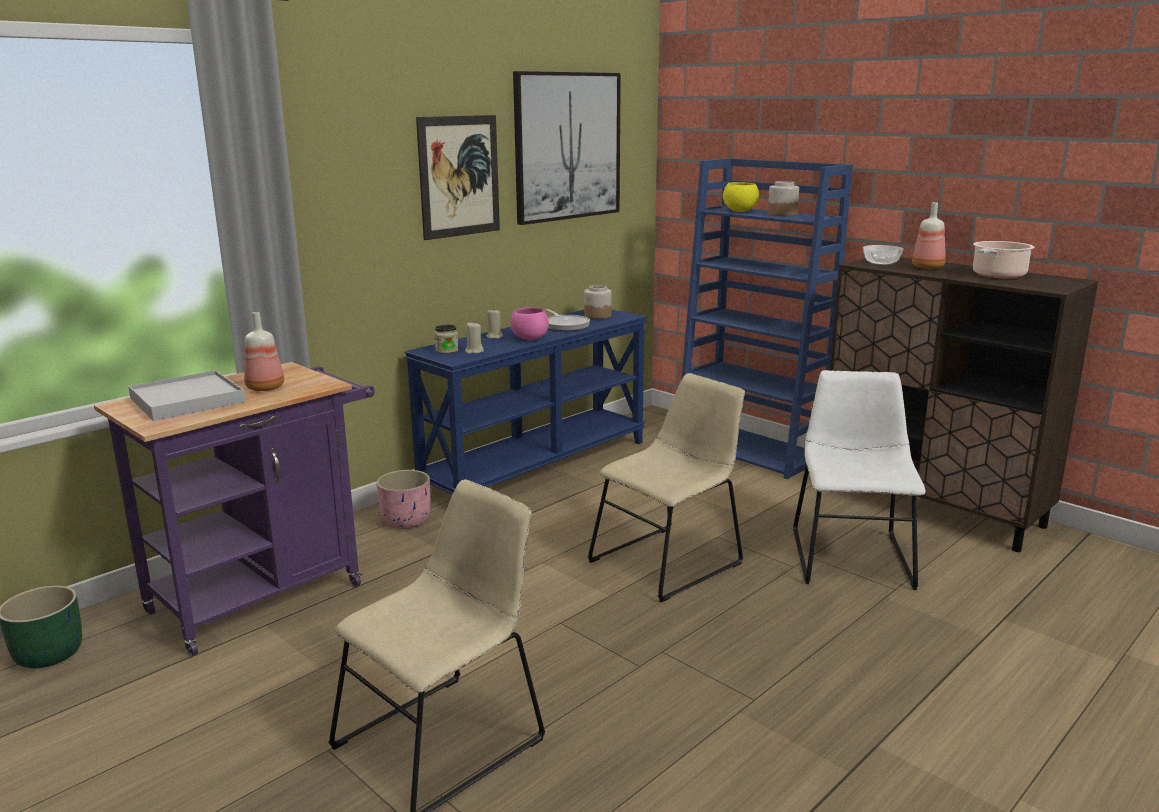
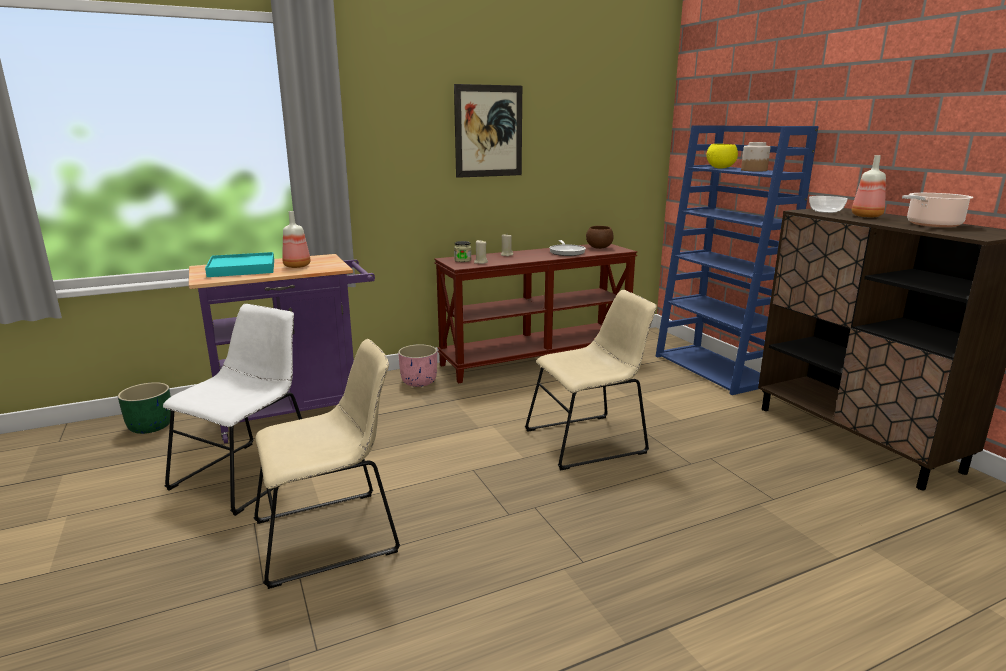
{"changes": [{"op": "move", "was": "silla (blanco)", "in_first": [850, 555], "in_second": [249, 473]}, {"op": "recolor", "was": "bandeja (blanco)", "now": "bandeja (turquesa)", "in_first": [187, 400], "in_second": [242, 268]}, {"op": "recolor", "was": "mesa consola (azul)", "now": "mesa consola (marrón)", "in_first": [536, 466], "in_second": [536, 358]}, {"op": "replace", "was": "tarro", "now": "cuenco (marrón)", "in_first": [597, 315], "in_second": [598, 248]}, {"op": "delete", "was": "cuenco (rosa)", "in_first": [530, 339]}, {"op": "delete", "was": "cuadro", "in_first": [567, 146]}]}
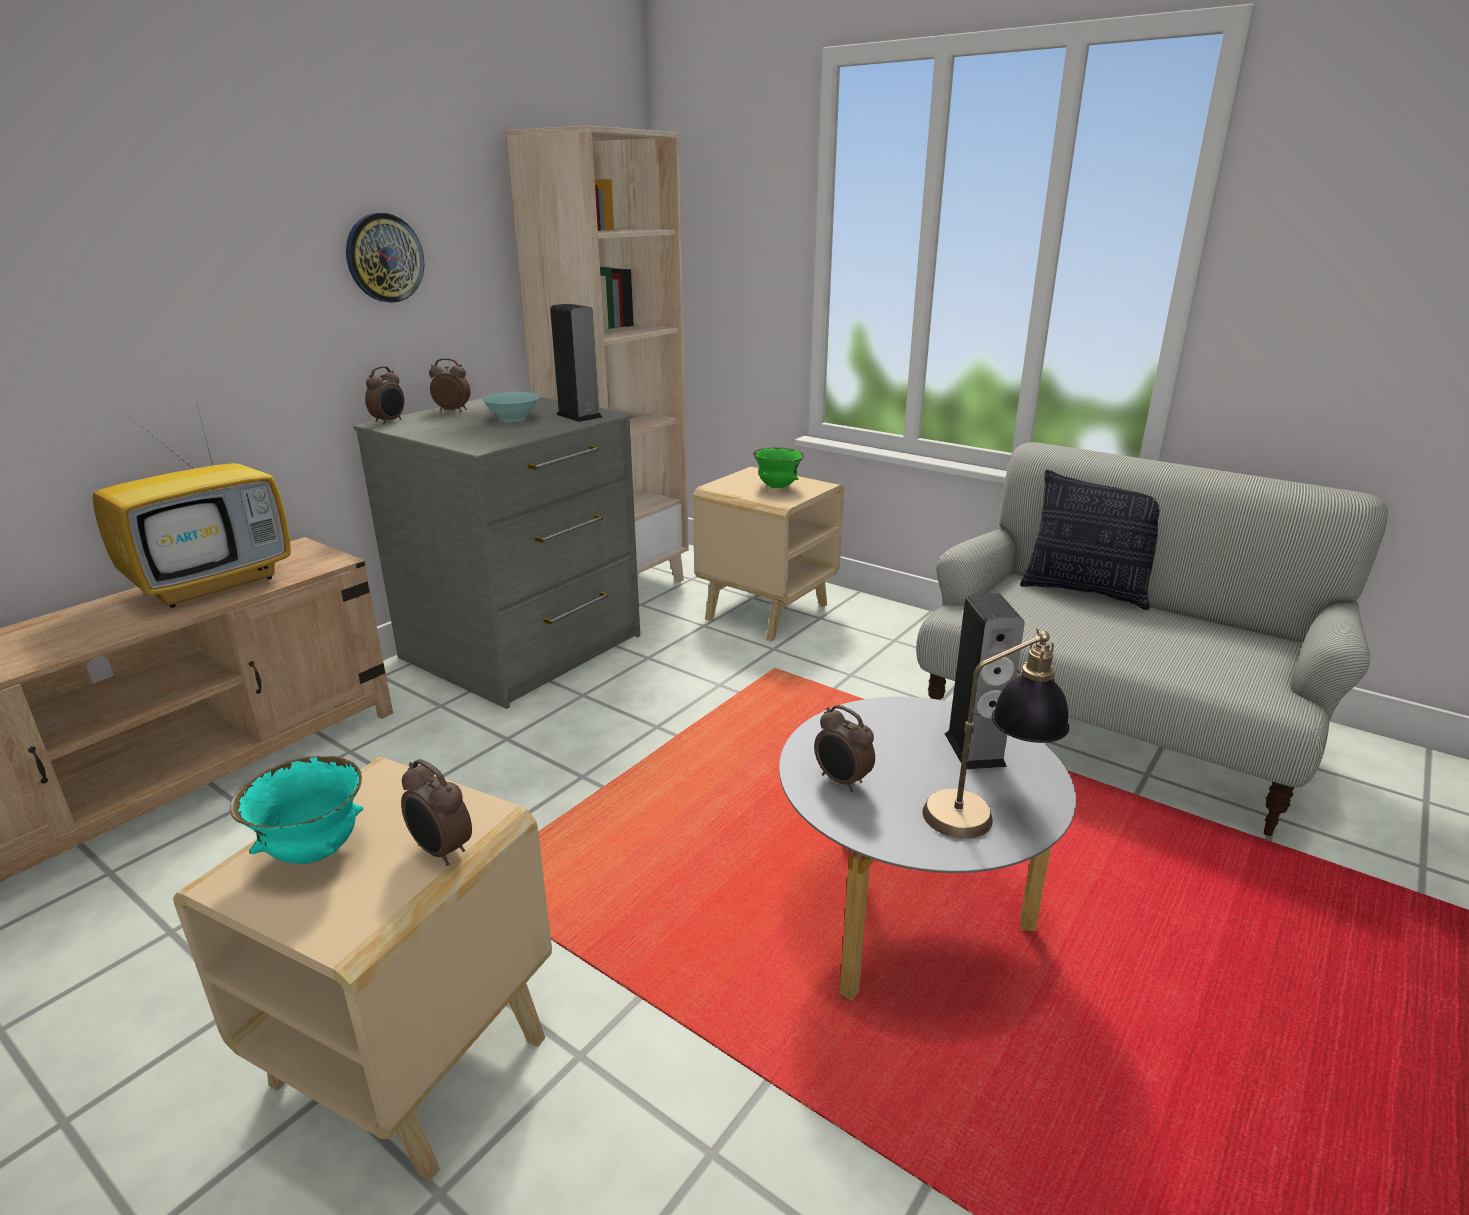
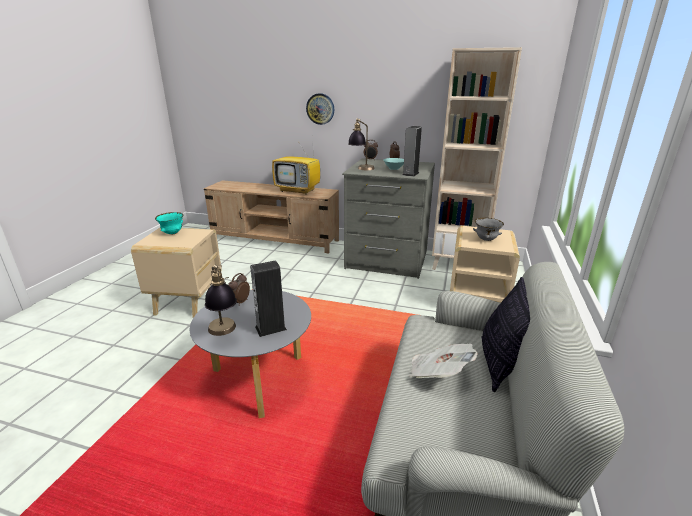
{"changes": [{"op": "move", "was": "reloj de pared", "in_first": [384, 258], "in_second": [320, 109]}, {"op": "insert", "now": "lámpara de mesa", "in_second": [361, 169]}, {"op": "insert", "now": "periódico", "in_second": [438, 373]}, {"op": "recolor", "was": "cuenco (verde)", "now": "cuenco (gris)", "in_first": [777, 487], "in_second": [486, 240]}, {"op": "delete", "was": "despertador", "in_first": [441, 851]}]}
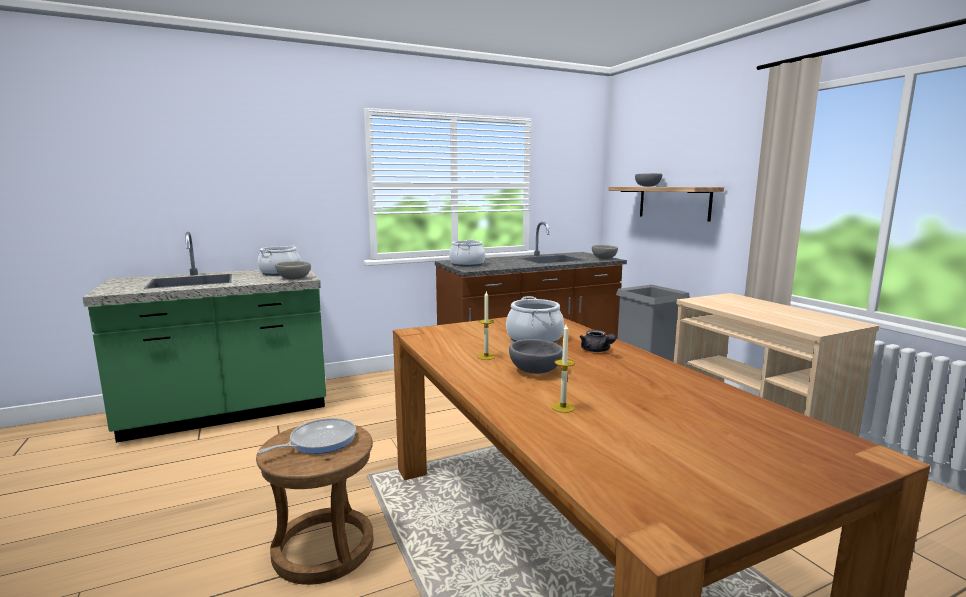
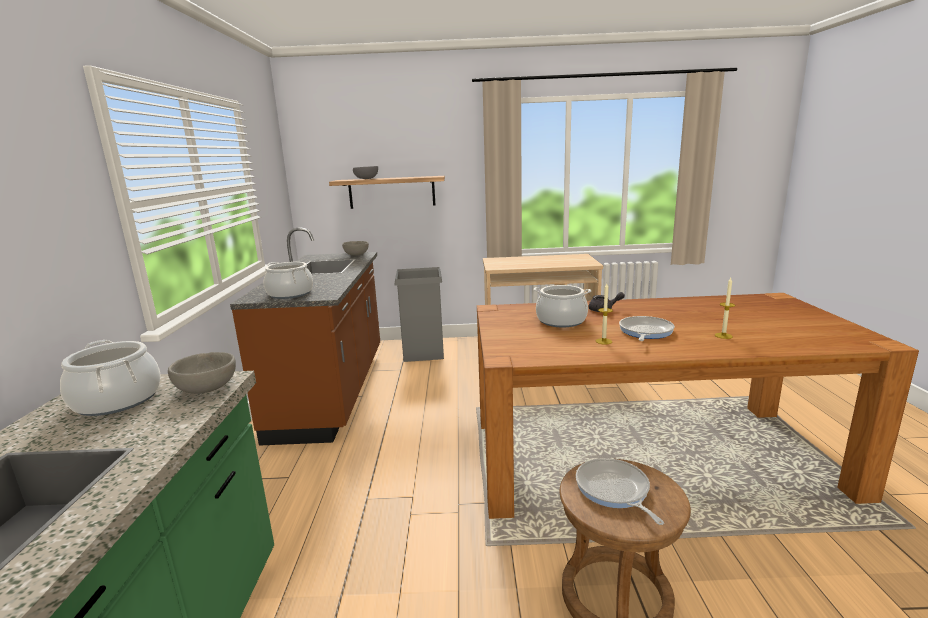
{"changes": [{"op": "replace", "was": "cuenco (gris)", "now": "sartén", "in_first": [534, 370], "in_second": [645, 332]}]}
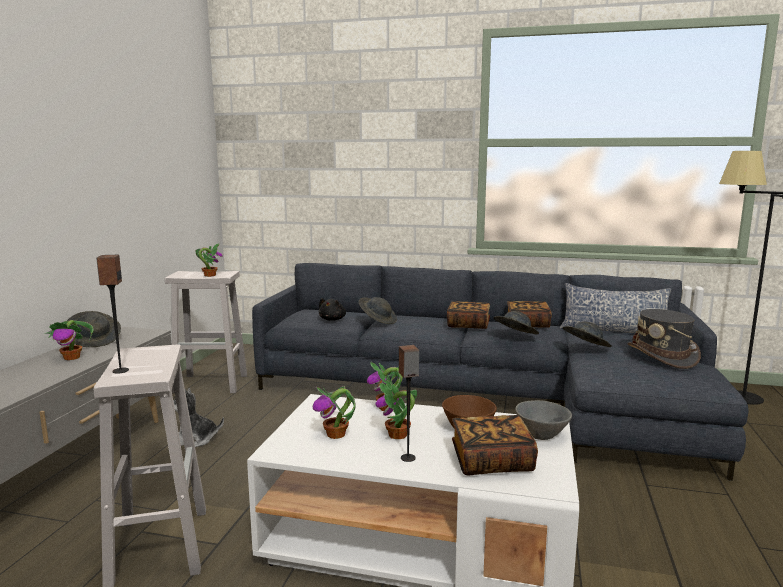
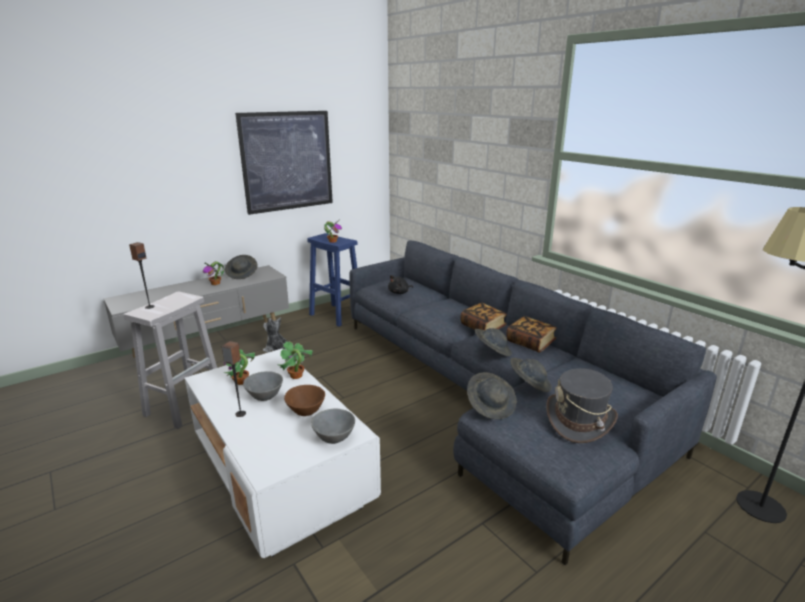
{"changes": [{"op": "insert", "now": "cuadro", "in_second": [287, 161]}, {"op": "replace", "was": "planta en maceta", "now": "cuenco (gris)", "in_first": [398, 435], "in_second": [264, 397]}, {"op": "recolor", "was": "taburete (blanco)", "now": "taburete (azul)", "in_first": [212, 383], "in_second": [337, 315]}, {"op": "move", "was": "sombrero (gris)", "in_first": [378, 320], "in_second": [491, 406]}, {"op": "delete", "was": "libro", "in_first": [491, 462]}, {"op": "delete", "was": "cojín", "in_first": [613, 331]}]}
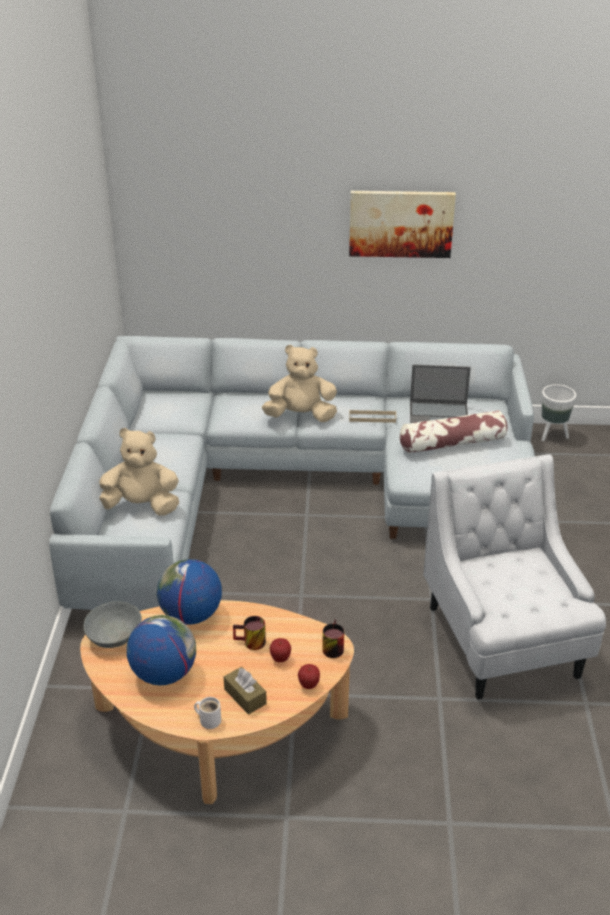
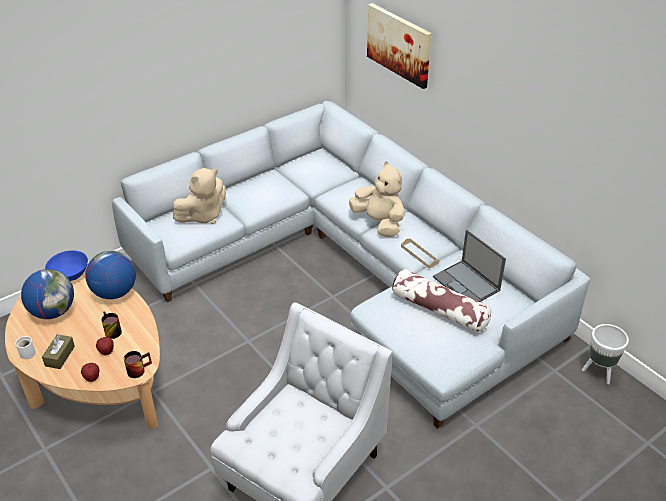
{"changes": [{"op": "recolor", "was": "cuenco (gris)", "now": "cuenco (azul)", "in_first": [114, 636], "in_second": [70, 274]}, {"op": "rotate", "was": "peluche (beis)", "in_first": [140, 506], "in_second": [203, 215], "clockwise": 90}, {"op": "move", "was": "cuadro", "in_first": [401, 223], "in_second": [399, 44]}]}
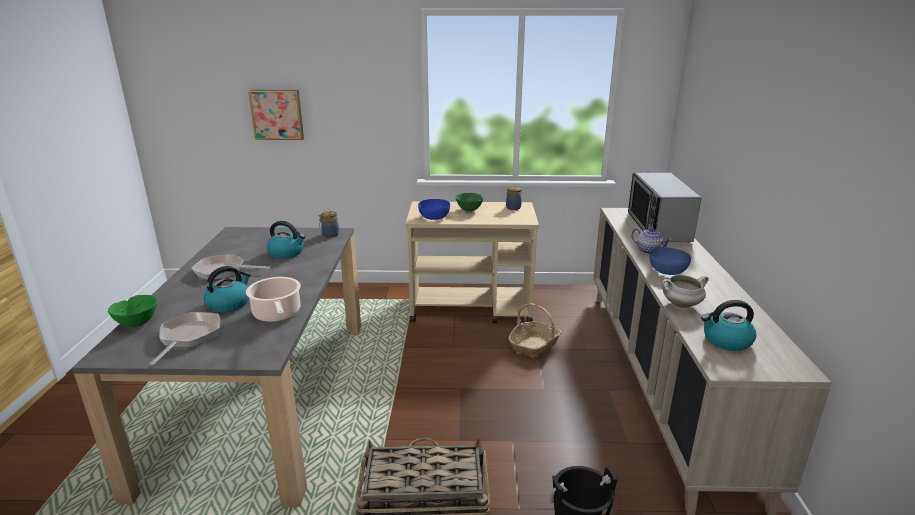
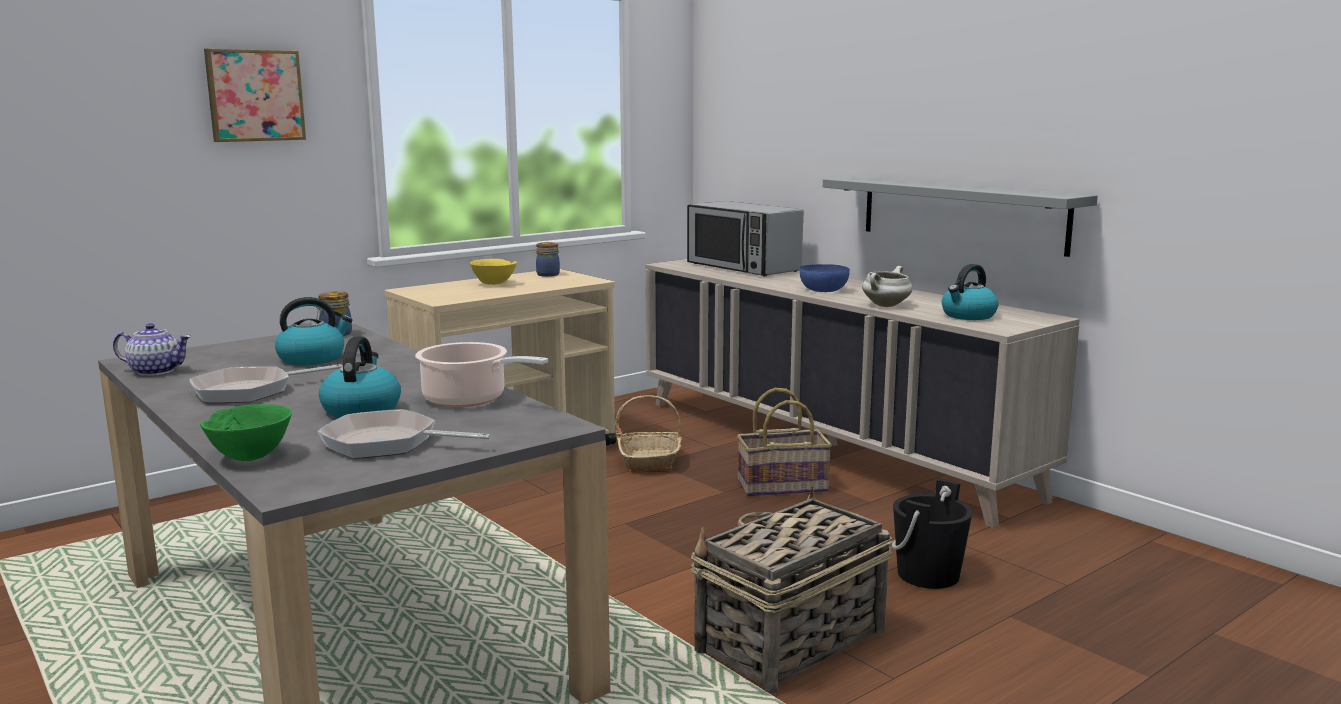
{"changes": [{"op": "move", "was": "tetera", "in_first": [648, 251], "in_second": [155, 371]}, {"op": "move", "was": "cuadro", "in_first": [277, 114], "in_second": [254, 95]}, {"op": "rotate", "was": "sartén", "in_first": [188, 337], "in_second": [387, 443], "clockwise": -45}, {"op": "recolor", "was": "cuenco (verde)", "now": "cuenco (amarillo)", "in_first": [469, 210], "in_second": [494, 284]}, {"op": "insert", "now": "cesta", "in_second": [782, 485]}, {"op": "insert", "now": "estante (gris)", "in_second": [961, 214]}, {"op": "delete", "was": "cuenco (azul)", "in_first": [434, 217]}]}
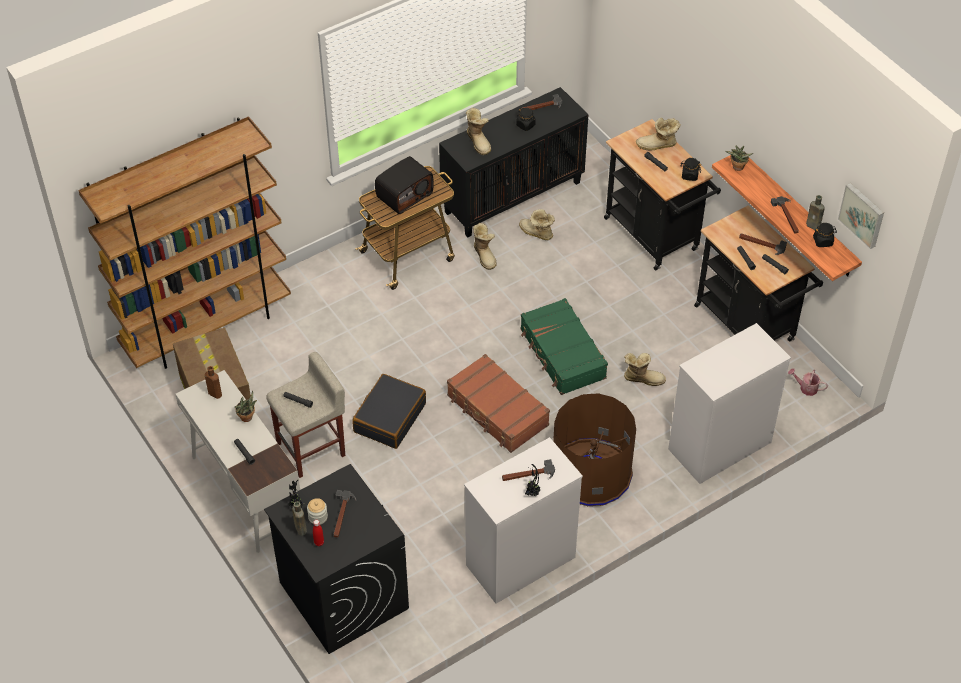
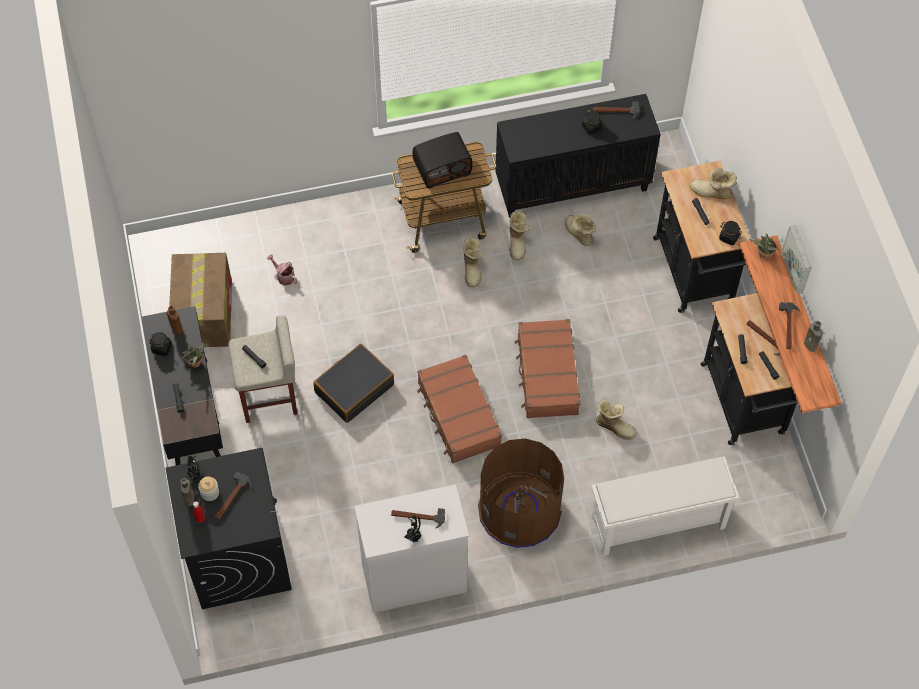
{"changes": [{"op": "recolor", "was": "escritorio (blanco)", "now": "escritorio (negro)", "in_first": [246, 492], "in_second": [192, 421]}, {"op": "move", "was": "tarro (negro)", "in_first": [823, 241], "in_second": [162, 348]}, {"op": "move", "was": "regadera", "in_first": [806, 388], "in_second": [284, 276]}, {"op": "move", "was": "bota", "in_first": [479, 142], "in_second": [472, 270]}, {"op": "recolor", "was": "maleta (verde)", "now": "maleta (marrón)", "in_first": [562, 354], "in_second": [547, 374]}, {"op": "replace", "was": "cómoda (blanco)", "now": "zapatero (blanco)", "in_first": [719, 446], "in_second": [657, 523]}, {"op": "move", "was": "cuadro", "in_first": [862, 214], "in_second": [799, 259]}, {"op": "delete", "was": "estantería (marrón)", "in_first": [207, 327]}]}
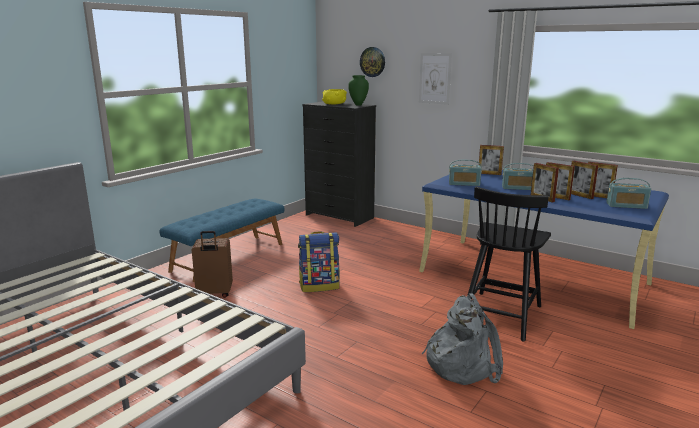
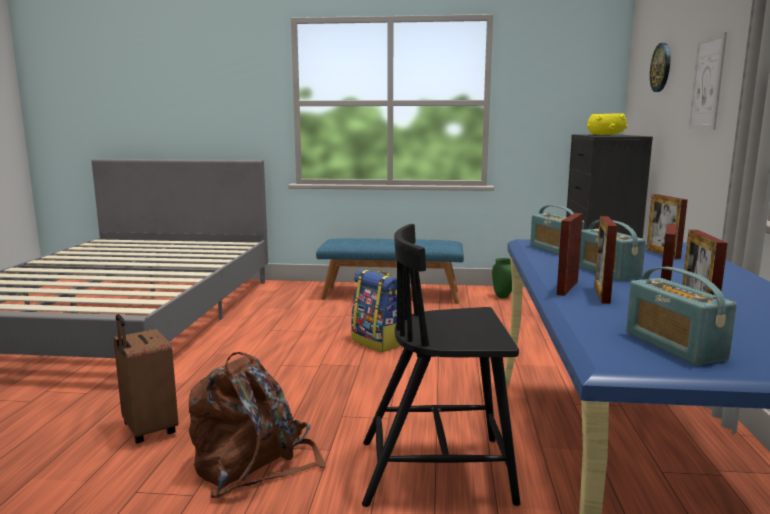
{"changes": [{"op": "move", "was": "maleta (marrón)", "in_first": [214, 294], "in_second": [148, 430]}, {"op": "recolor", "was": "mochila (gris)", "now": "mochila (marrón)", "in_first": [462, 364], "in_second": [253, 464]}, {"op": "move", "was": "florero (verde)", "in_first": [358, 105], "in_second": [503, 297]}]}
